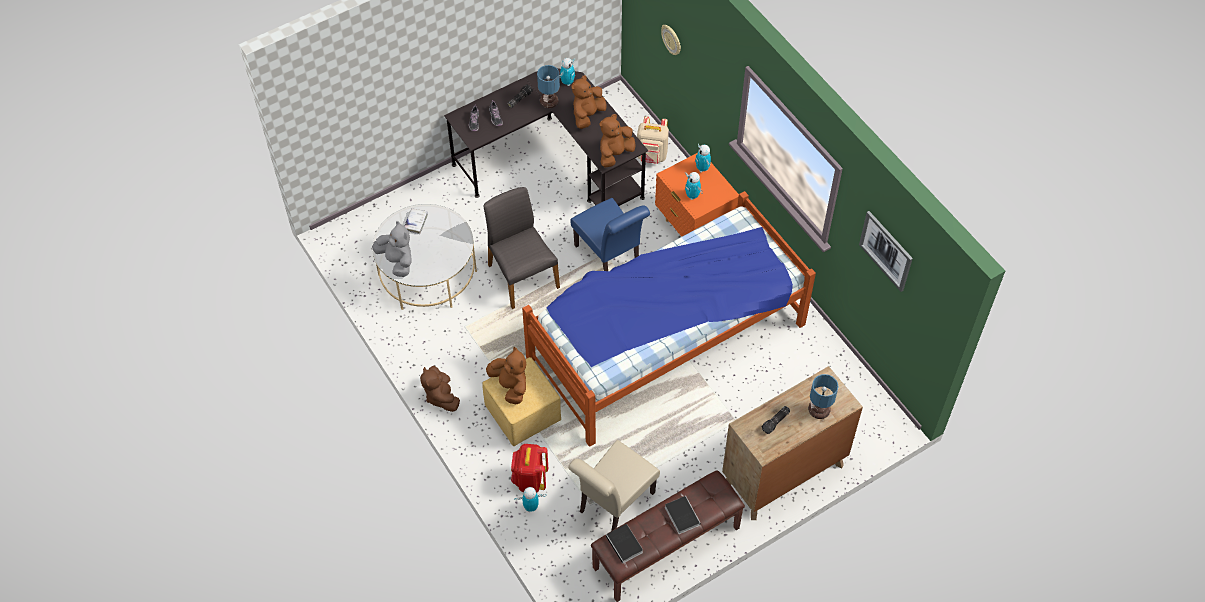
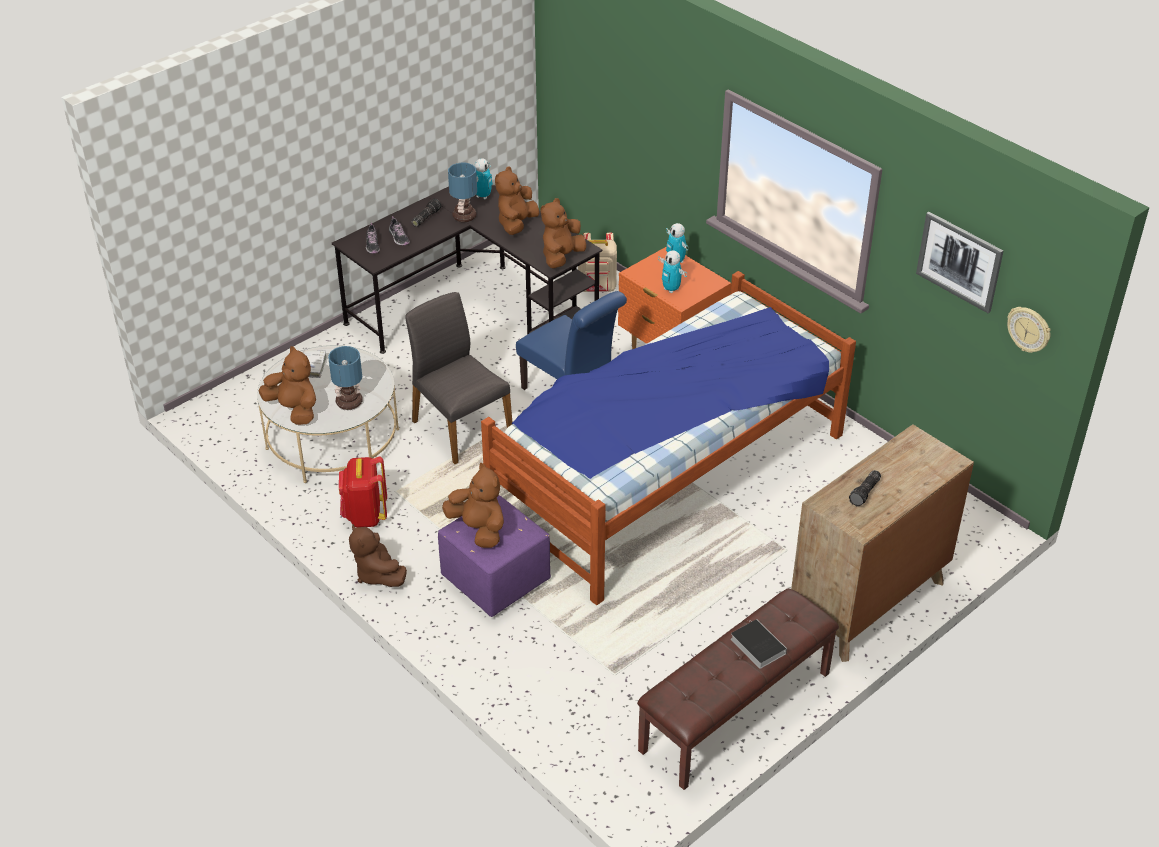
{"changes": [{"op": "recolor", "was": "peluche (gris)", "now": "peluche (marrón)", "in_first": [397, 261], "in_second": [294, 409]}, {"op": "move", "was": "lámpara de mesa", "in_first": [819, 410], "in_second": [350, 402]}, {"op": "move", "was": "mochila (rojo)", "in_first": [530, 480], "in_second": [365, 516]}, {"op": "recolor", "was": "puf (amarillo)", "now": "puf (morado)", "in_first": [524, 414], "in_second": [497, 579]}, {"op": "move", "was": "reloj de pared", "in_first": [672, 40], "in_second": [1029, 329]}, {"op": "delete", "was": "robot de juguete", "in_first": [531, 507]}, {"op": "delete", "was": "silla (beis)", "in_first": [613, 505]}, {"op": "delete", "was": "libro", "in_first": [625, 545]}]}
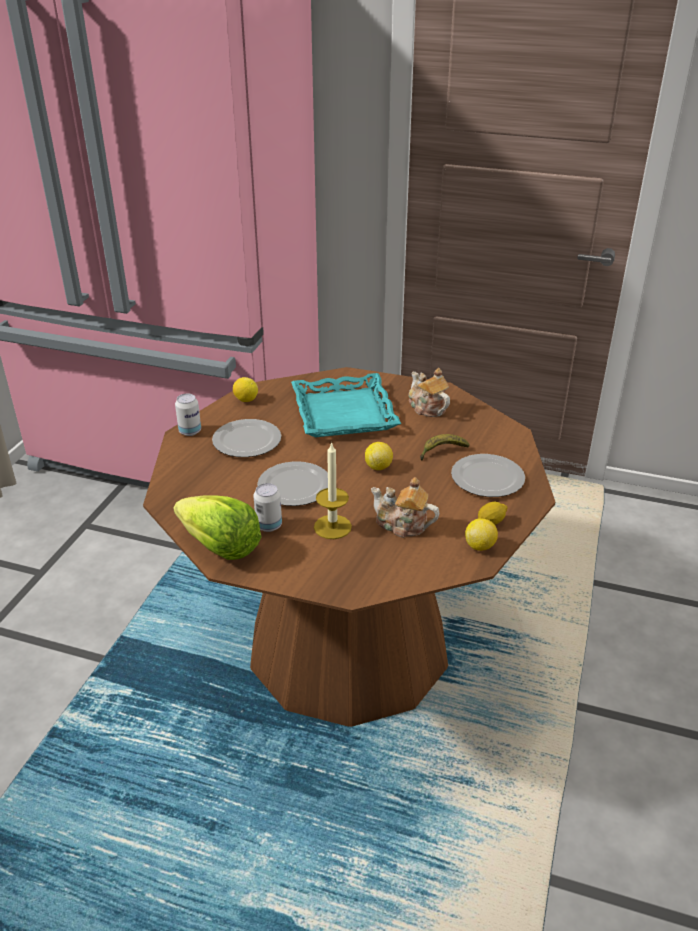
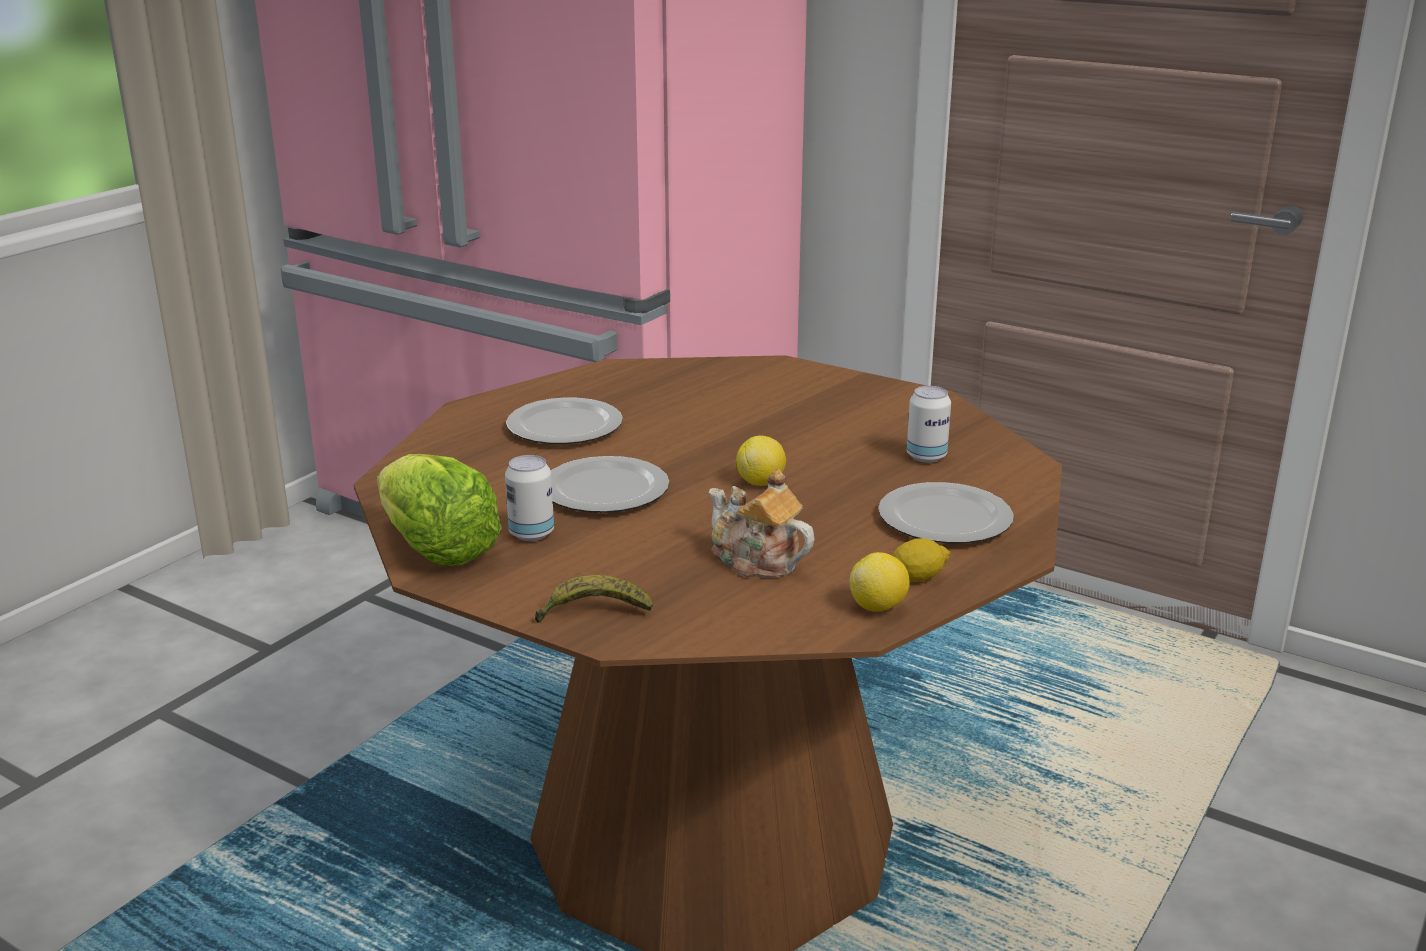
{"changes": [{"op": "move", "was": "plátano", "in_first": [442, 452], "in_second": [593, 612]}, {"op": "move", "was": "lata", "in_first": [190, 431], "in_second": [926, 456]}, {"op": "delete", "was": "limón", "in_first": [245, 400]}, {"op": "delete", "was": "bandeja (turquesa)", "in_first": [345, 413]}, {"op": "delete", "was": "vela", "in_first": [332, 527]}, {"op": "delete", "was": "tetera", "in_first": [427, 408]}]}
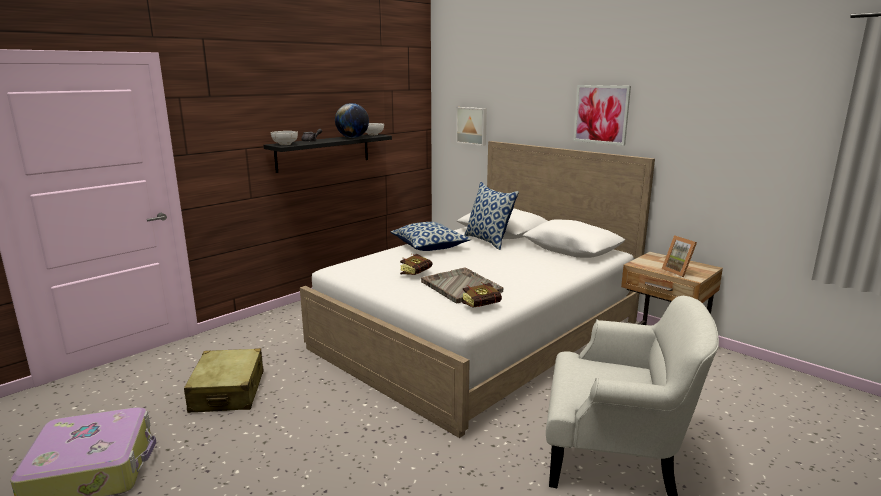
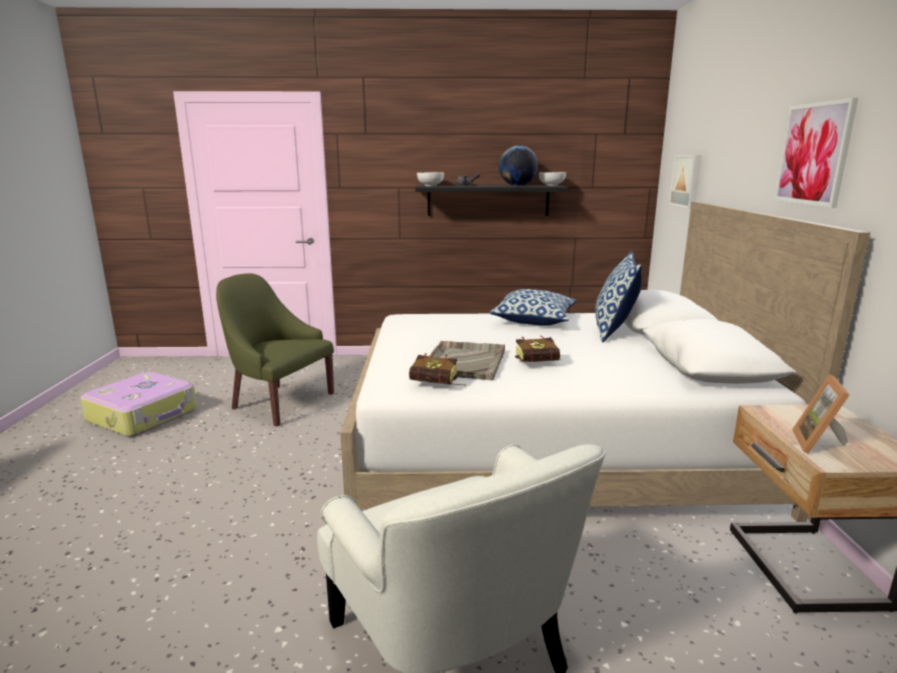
{"changes": [{"op": "replace", "was": "maleta (beis)", "now": "sillón (verde)", "in_first": [228, 392], "in_second": [279, 402]}, {"op": "move", "was": "libro", "in_first": [418, 273], "in_second": [541, 363]}]}
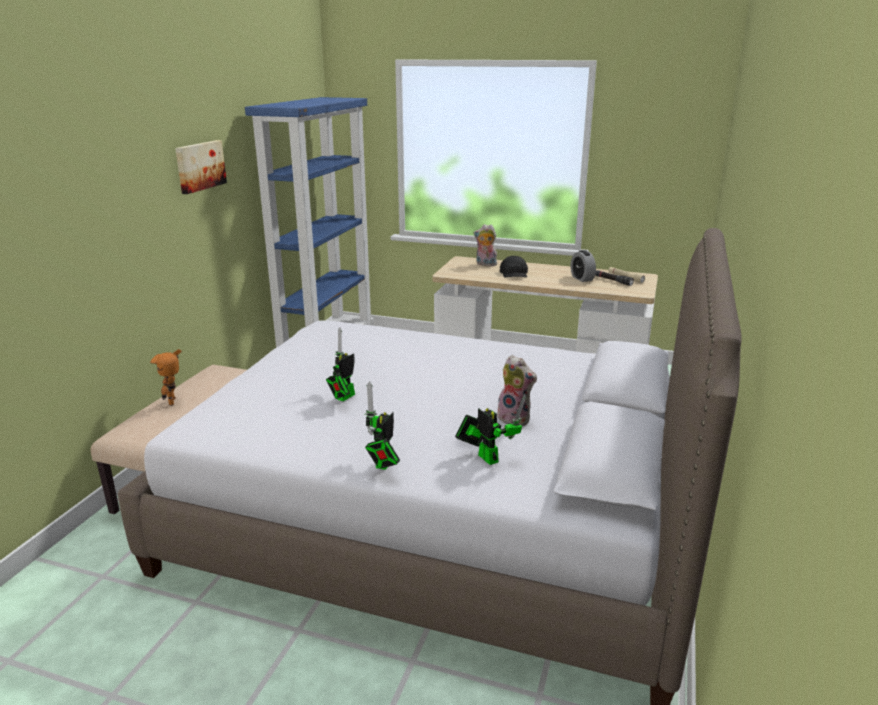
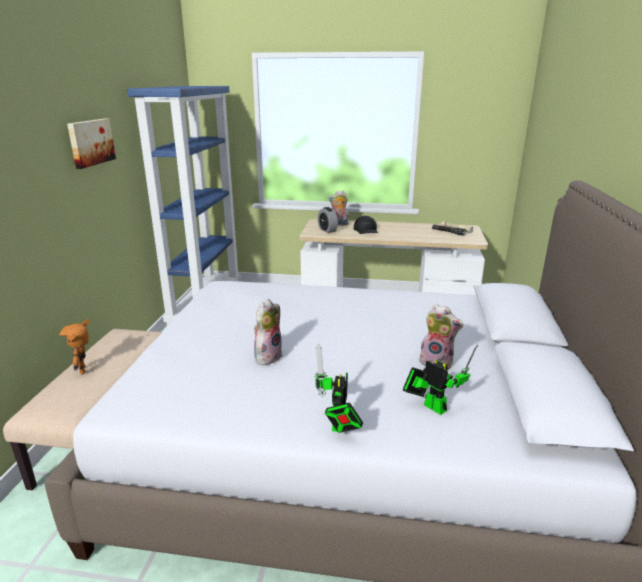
{"changes": [{"op": "replace", "was": "robot de juguete", "now": "peluche", "in_first": [343, 398], "in_second": [267, 356]}, {"op": "move", "was": "despertador", "in_first": [582, 278], "in_second": [327, 230]}]}
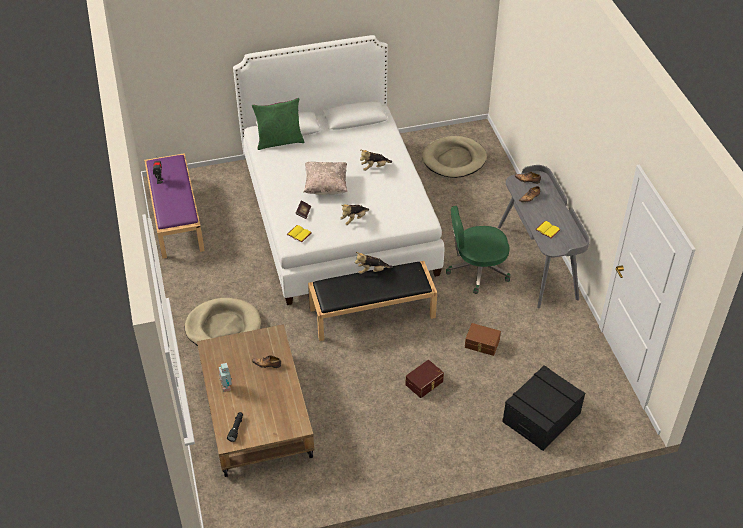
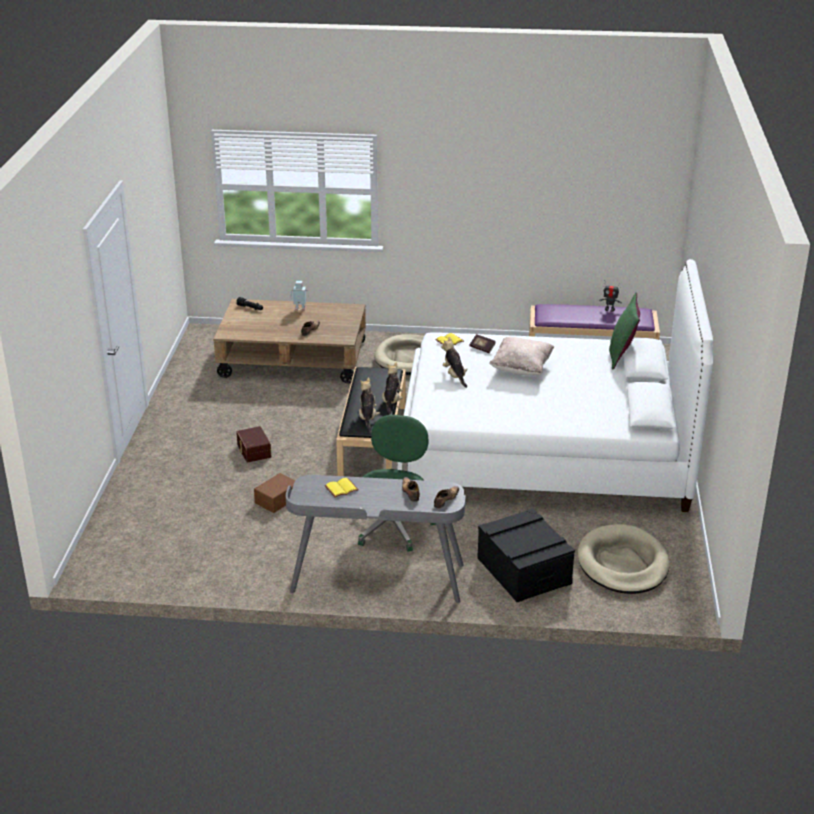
{"changes": [{"op": "move", "was": "peluche", "in_first": [374, 167], "in_second": [368, 417]}, {"op": "move", "was": "caja de almacenaje (negro)", "in_first": [541, 417], "in_second": [523, 571]}]}
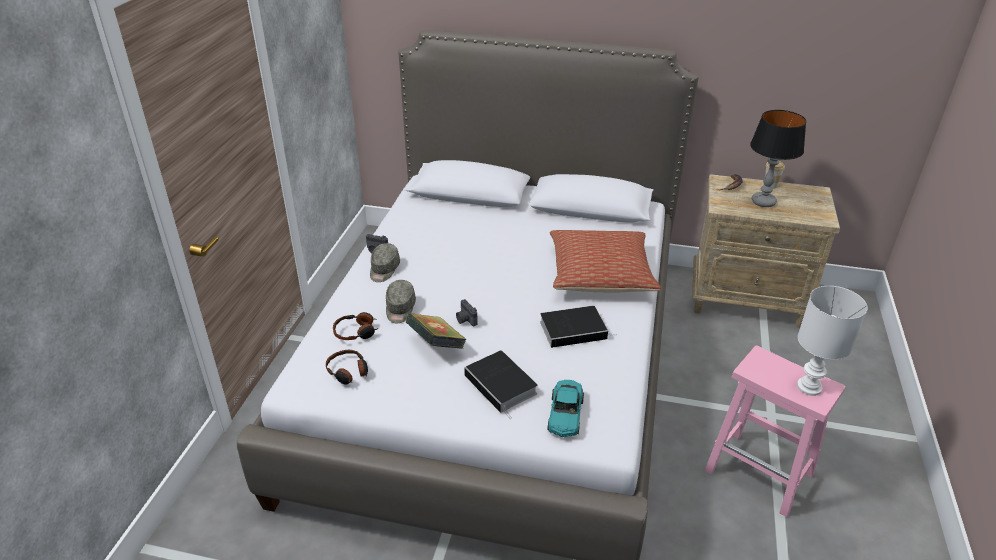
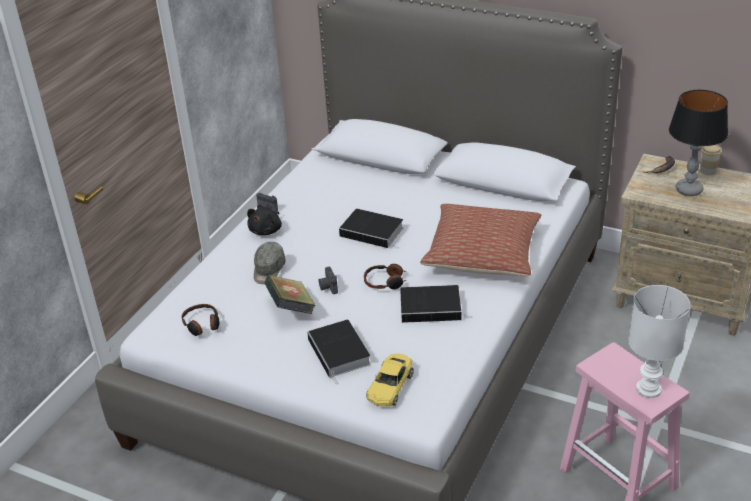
{"changes": [{"op": "replace", "was": "gorra (gris)", "now": "peluche (negro)", "in_first": [384, 270], "in_second": [266, 230]}, {"op": "insert", "now": "libro", "in_second": [373, 232]}, {"op": "move", "was": "auriculares", "in_first": [356, 332], "in_second": [385, 282]}, {"op": "recolor", "was": "coche de juguete (turquesa)", "now": "coche de juguete (amarillo)", "in_first": [565, 414], "in_second": [390, 386]}]}
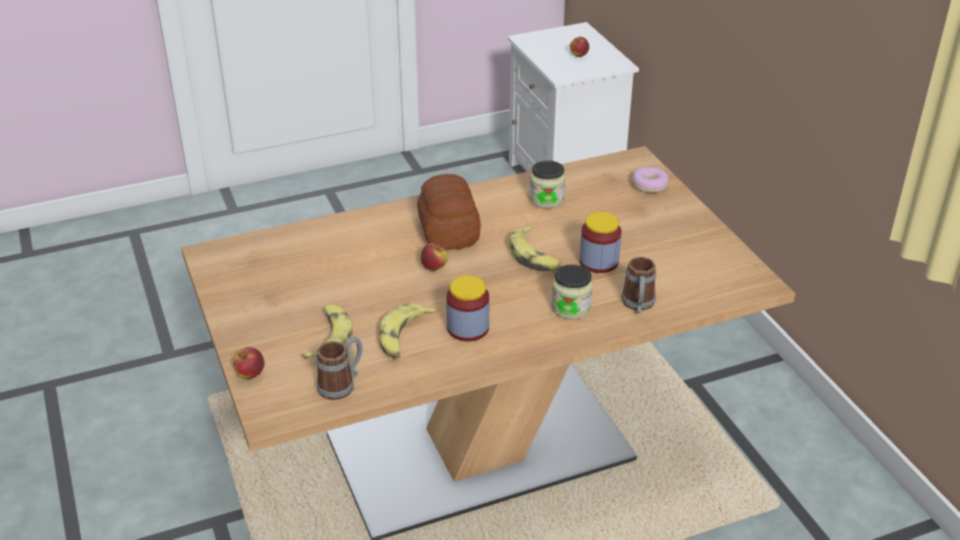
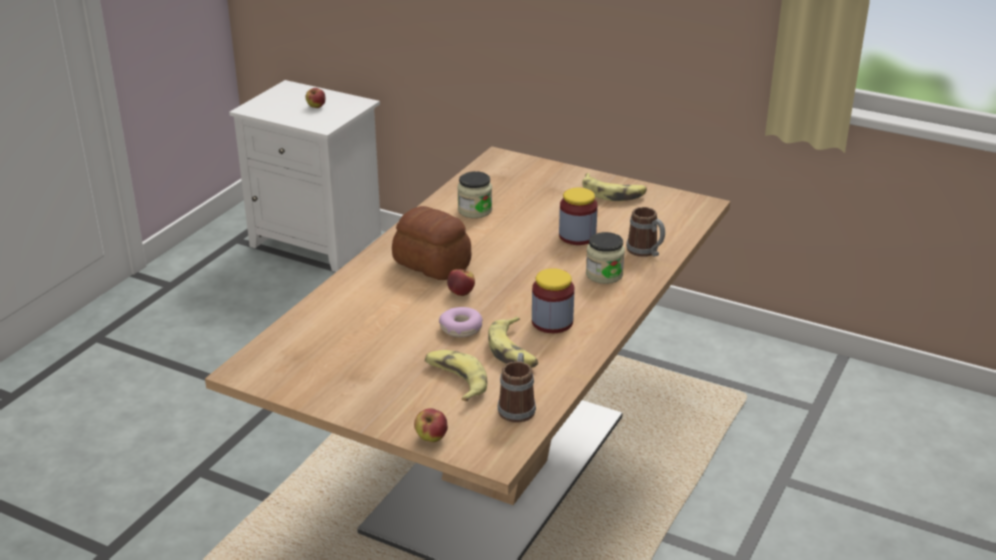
{"changes": [{"op": "move", "was": "rosquilla", "in_first": [650, 185], "in_second": [461, 328]}, {"op": "move", "was": "plátano", "in_first": [534, 256], "in_second": [613, 193]}]}
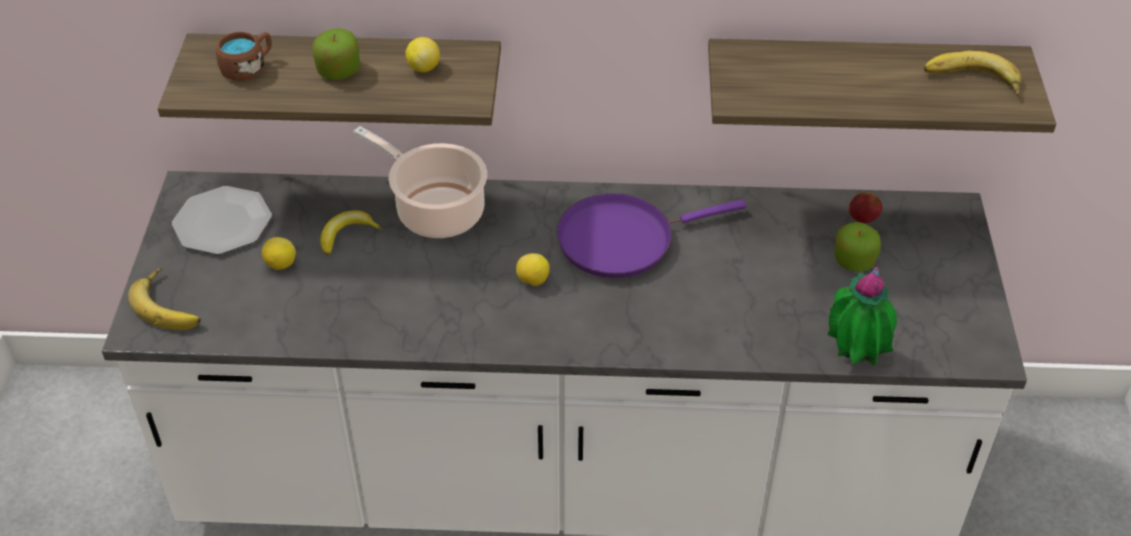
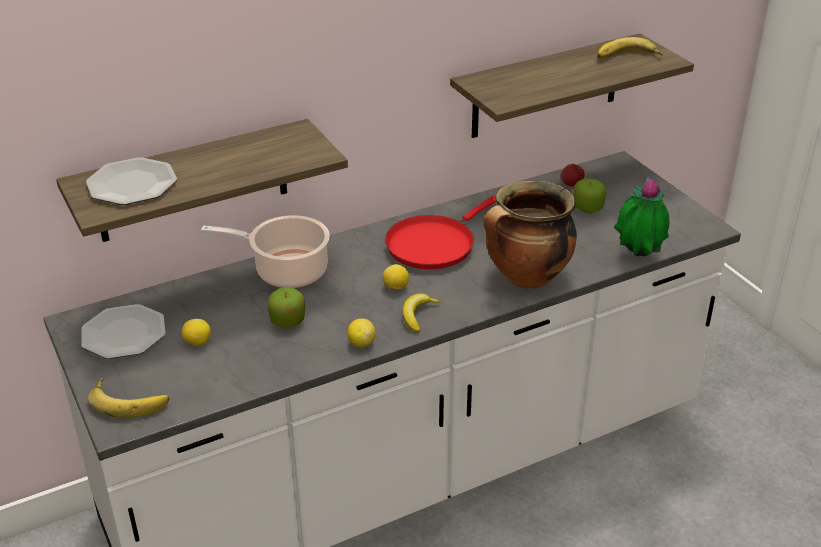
{"changes": [{"op": "replace", "was": "taza grande (marrón)", "now": "plato", "in_first": [248, 68], "in_second": [132, 184]}, {"op": "move", "was": "manzana", "in_first": [339, 71], "in_second": [287, 321]}, {"op": "move", "was": "limón", "in_first": [423, 67], "in_second": [361, 343]}, {"op": "recolor", "was": "sartén (morado)", "now": "sartén (rojo)", "in_first": [622, 239], "in_second": [433, 244]}, {"op": "move", "was": "plátano", "in_first": [347, 235], "in_second": [418, 315]}, {"op": "insert", "now": "olla", "in_second": [526, 278]}]}
